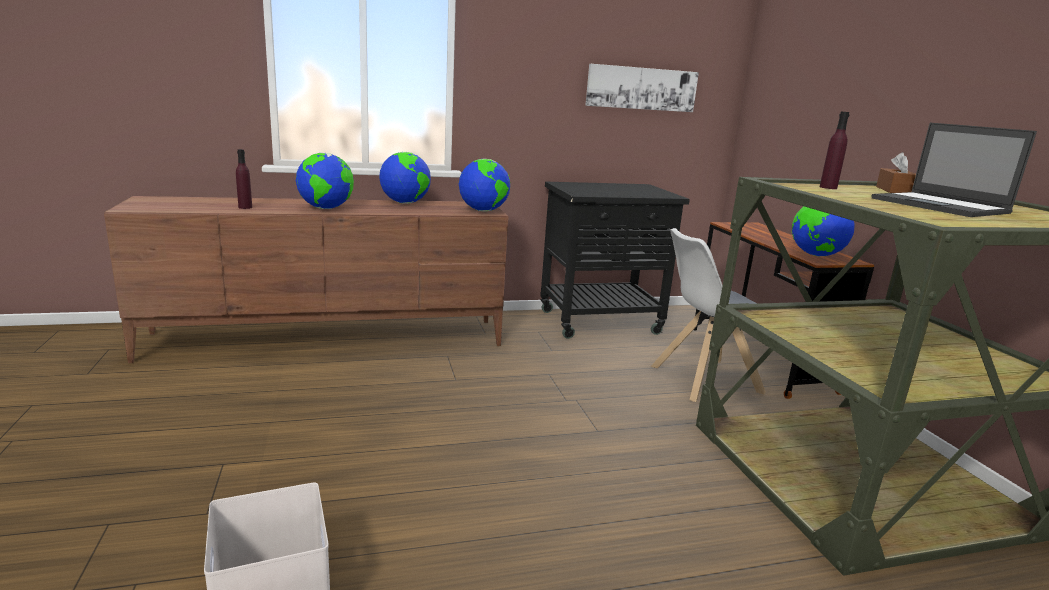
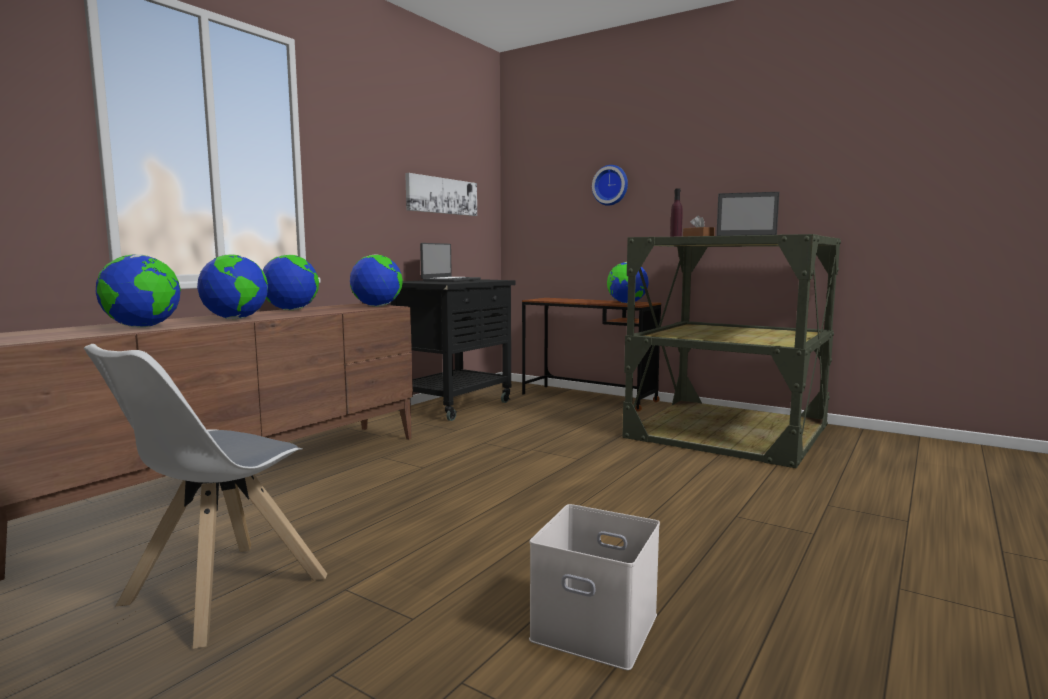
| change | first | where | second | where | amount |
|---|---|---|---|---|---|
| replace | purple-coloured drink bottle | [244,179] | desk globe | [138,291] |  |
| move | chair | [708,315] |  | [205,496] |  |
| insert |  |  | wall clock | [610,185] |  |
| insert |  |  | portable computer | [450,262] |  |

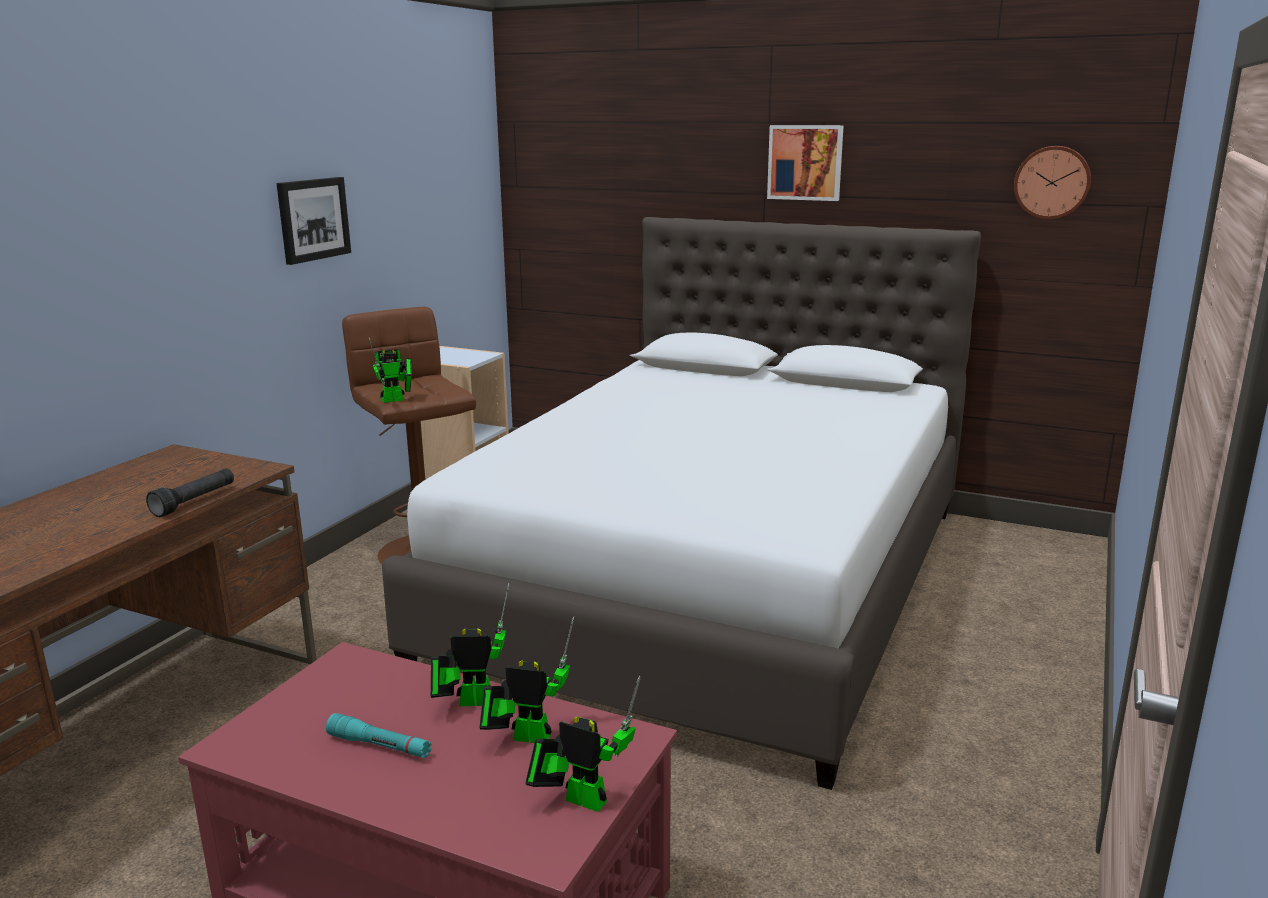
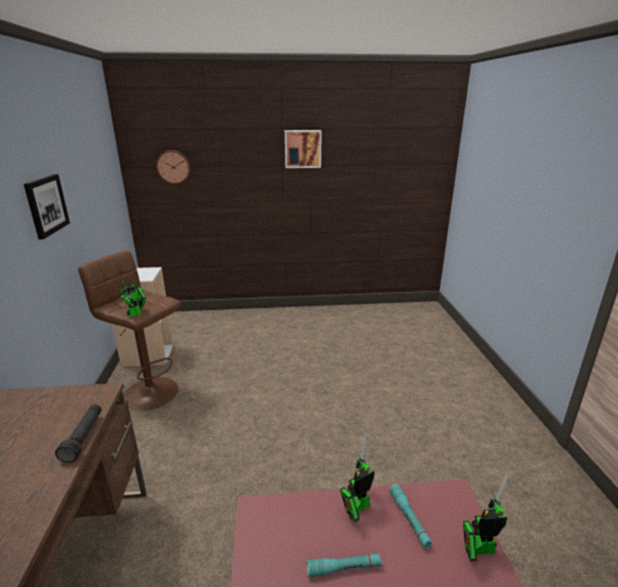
| change | first | where | second | where | amount |
|---|---|---|---|---|---|
| move | wall clock | [1052,183] |  | [173,167] |  |
| delete | white sleeping bed | [681,503] |  |  |  |
| replace | toy robot | [526,679] | turquoise-coloured torch | [411,516] |  |

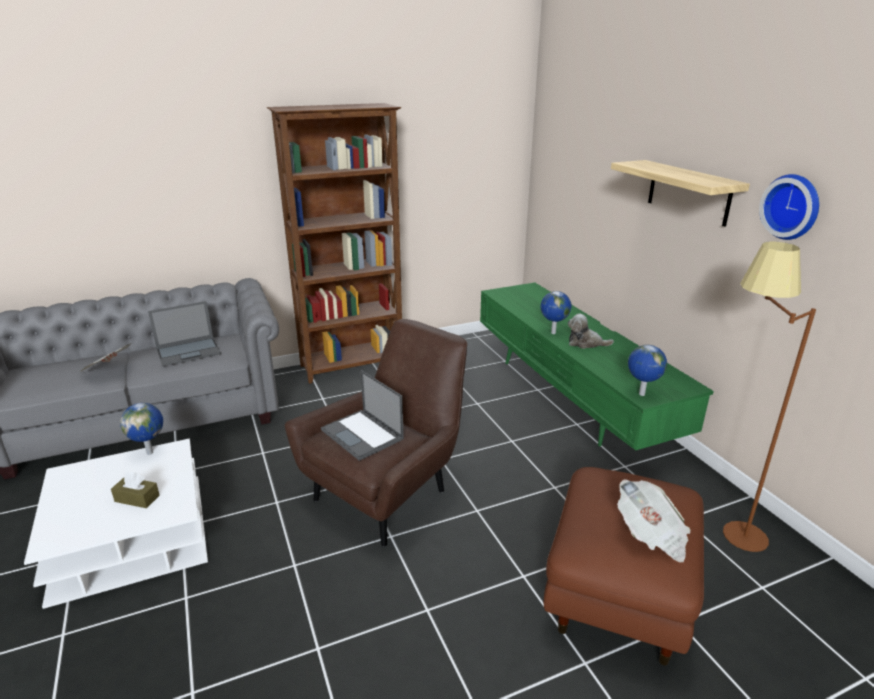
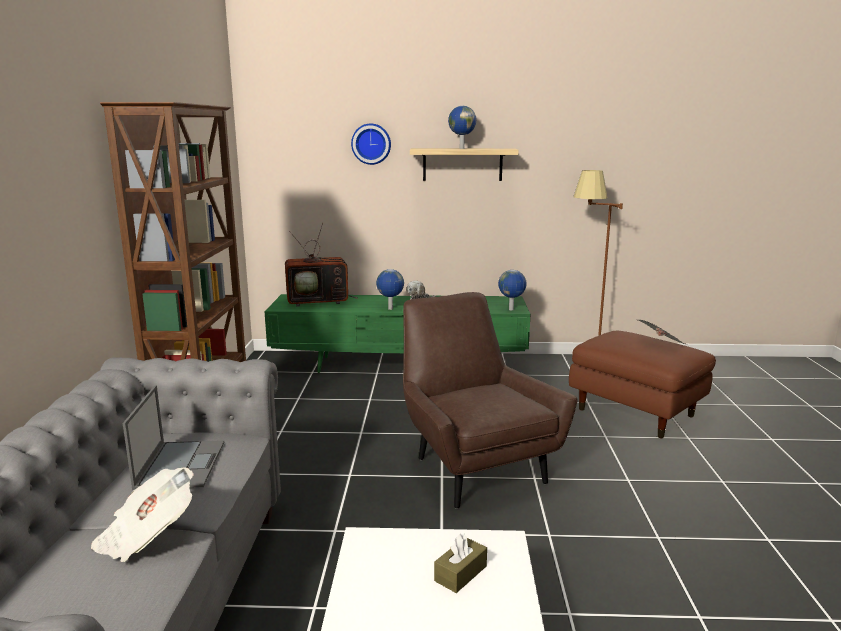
| change | first | where | second | where | amount |
|---|---|---|---|---|---|
| move | wall clock | [789,207] |  | [371,144] |  |
| delete | portable computer | [362,415] |  |  |  |
| move | desk globe | [141,429] |  | [462,127] |  |
| insert |  |  | TV | [321,265] |  |

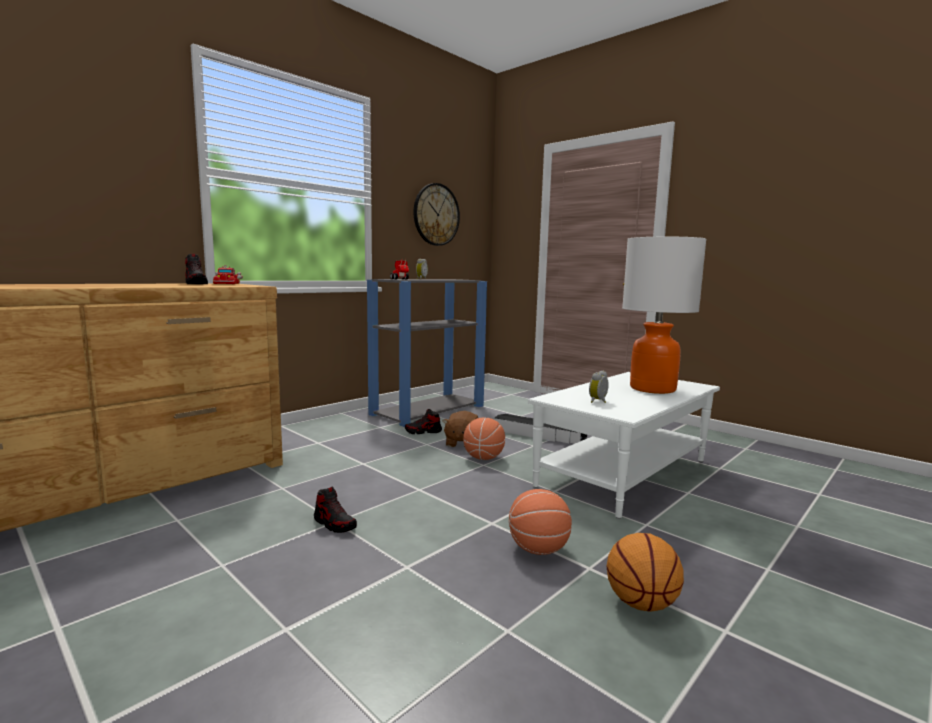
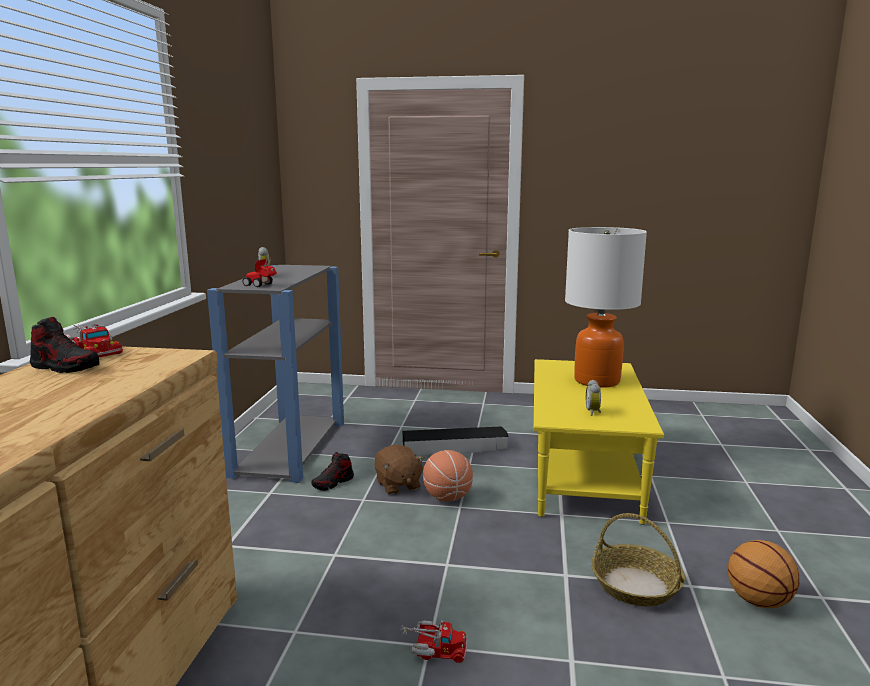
| change | first | where | second | where | amount |
|---|---|---|---|---|---|
| delete | wall clock | [437,214] |  |  |  |
| recolor | white coffee table | [624,445] | yellow-coloured coffee table | [599,442] |  |
| replace | low shoe | [335,509] | toy lorry | [433,641] |  |
| replace | ball for basketball | [540,522] | basket | [638,559] |  |

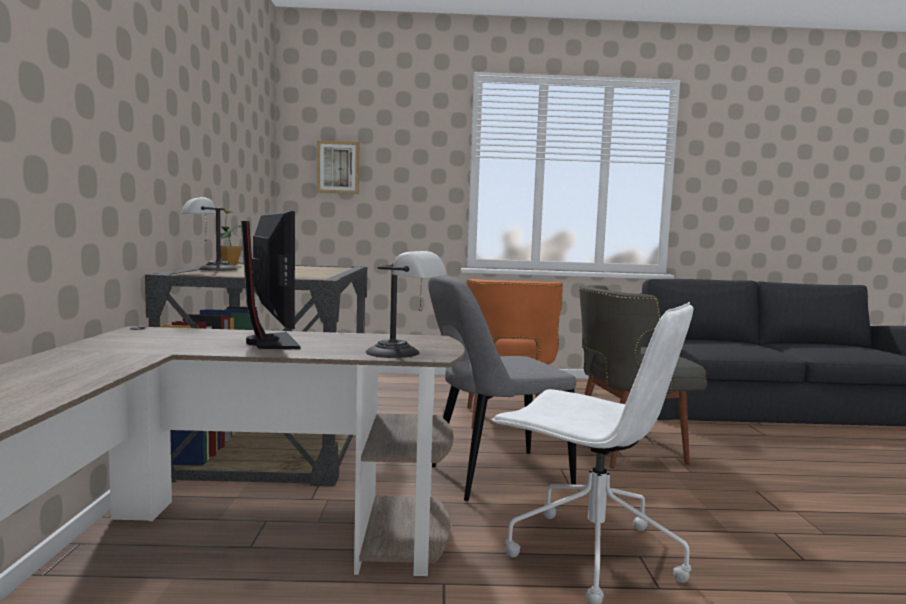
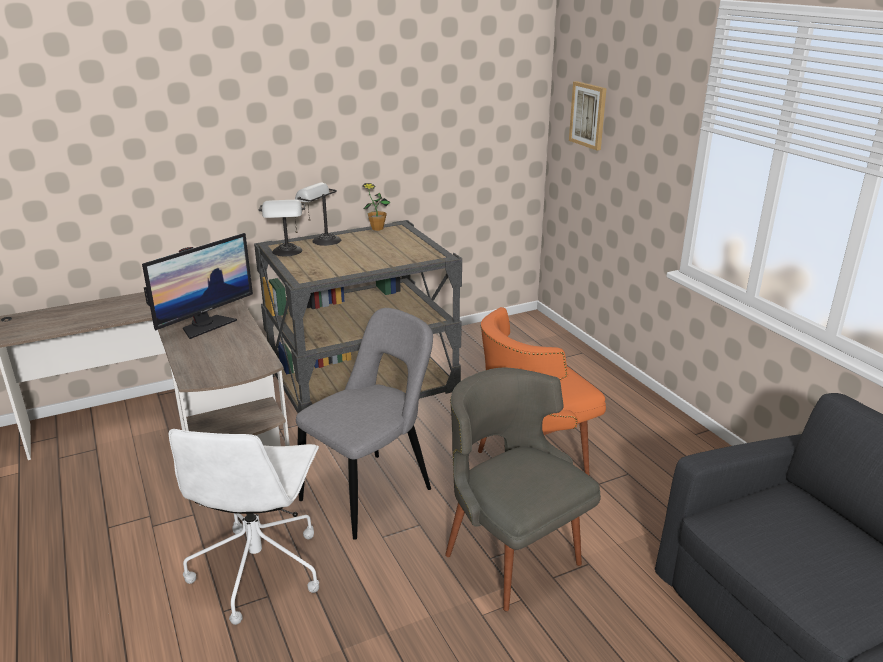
| change | first | where | second | where | amount |
|---|---|---|---|---|---|
| move | lamp for a table | [406,304] |  | [282,228] |  |
| rotate | greyish chair | [502,388] |  | [364,424] | 90 degrees clockwise |

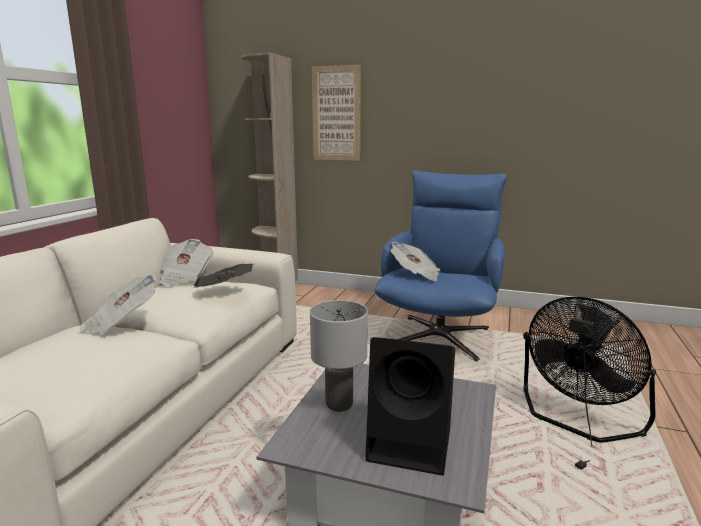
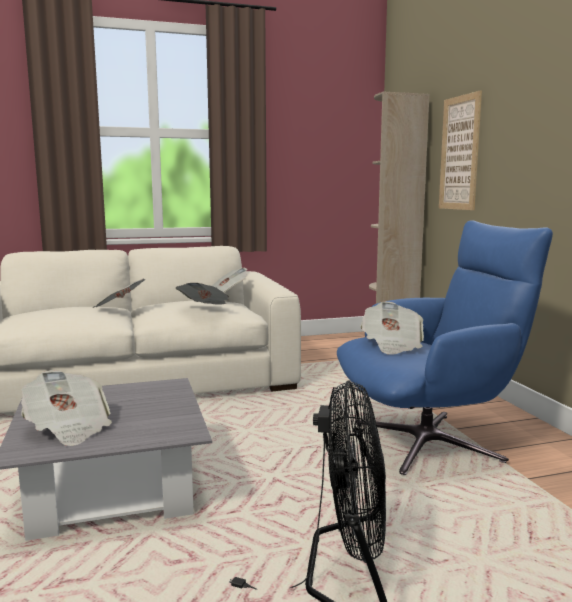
| change | first | where | second | where | amount |
|---|---|---|---|---|---|
| delete | white lamp for a table | [339,356] |  |  |  |
| replace | black loudspeaker | [410,406] | daily paper | [66,408] |  |

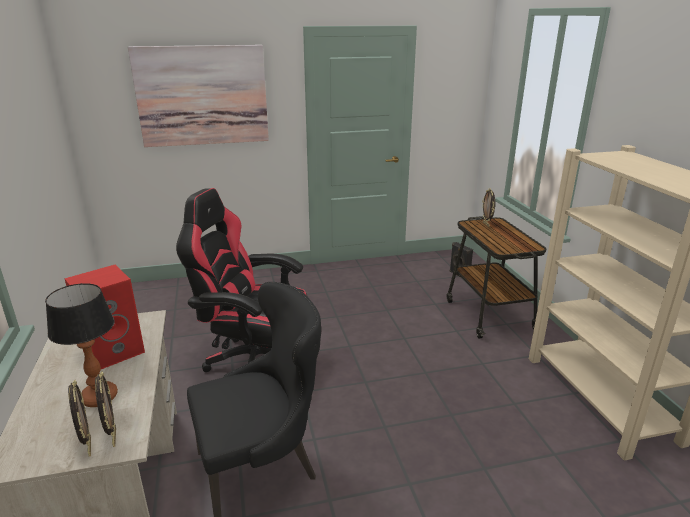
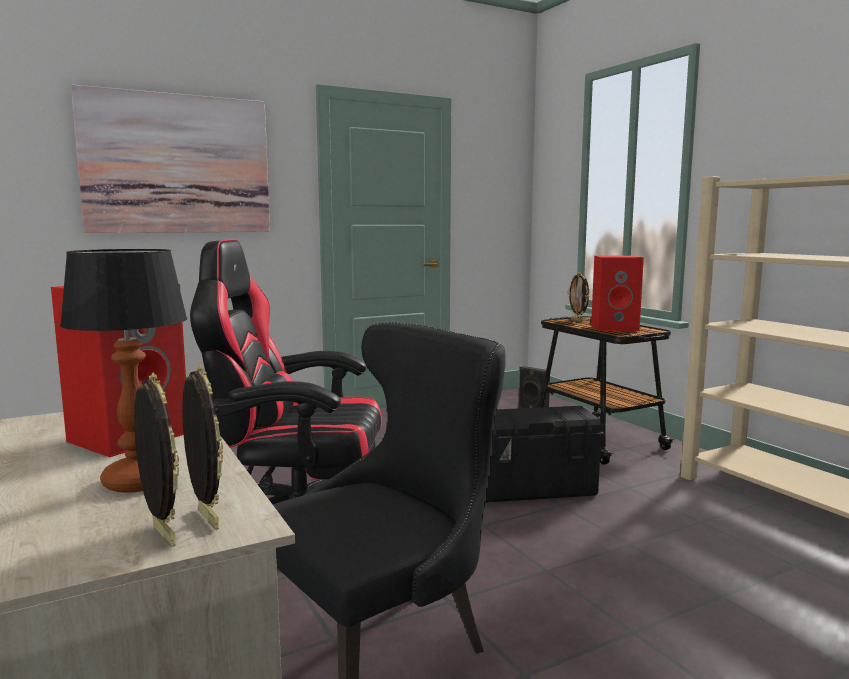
| change | first | where | second | where | amount |
|---|---|---|---|---|---|
| insert |  |  | red loudspeaker | [617,293] |  |
| insert |  |  | black storage box | [544,454] |  |

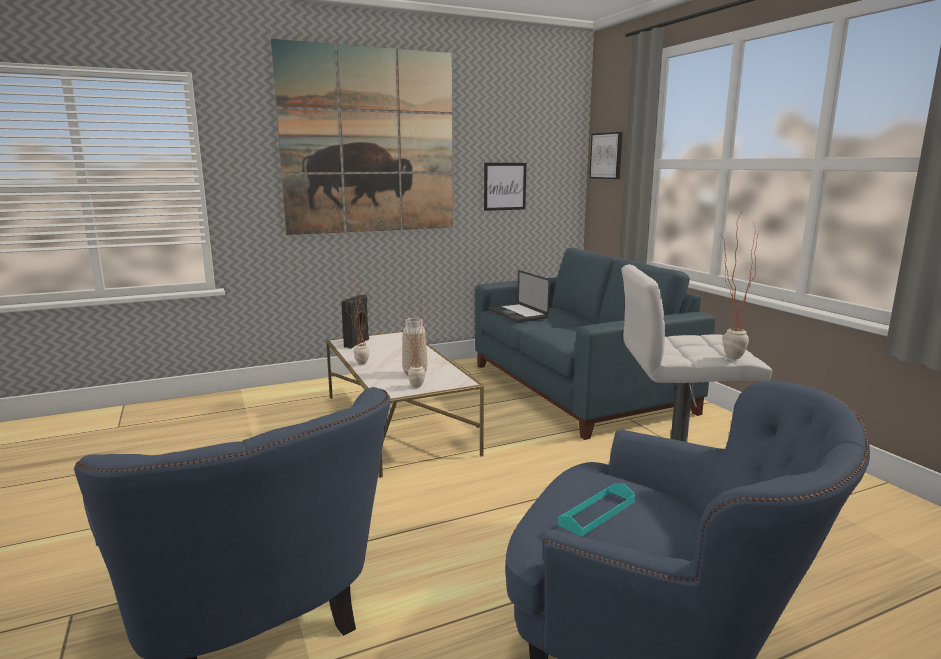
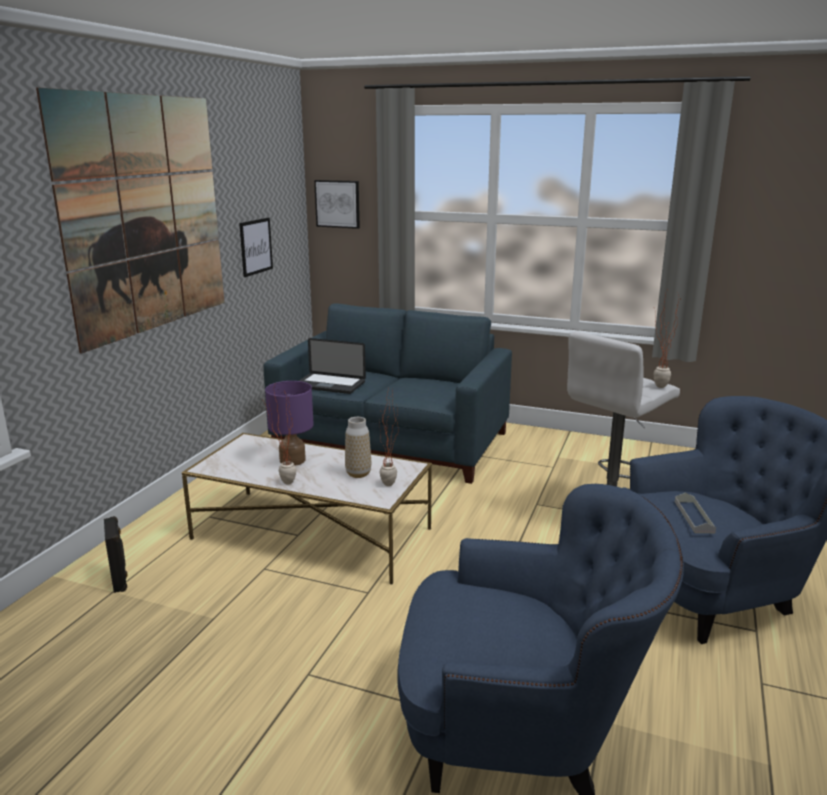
| change | first | where | second | where | amount |
|---|---|---|---|---|---|
| move | black loudspeaker | [355,322] |  | [115,554] |  |
| recolor | turquoise-coloured carrying tray | [596,510] | greyish carrying tray | [695,512] |  |
| insert |  |  | purple-coloured lamp for a table | [289,423] |  |

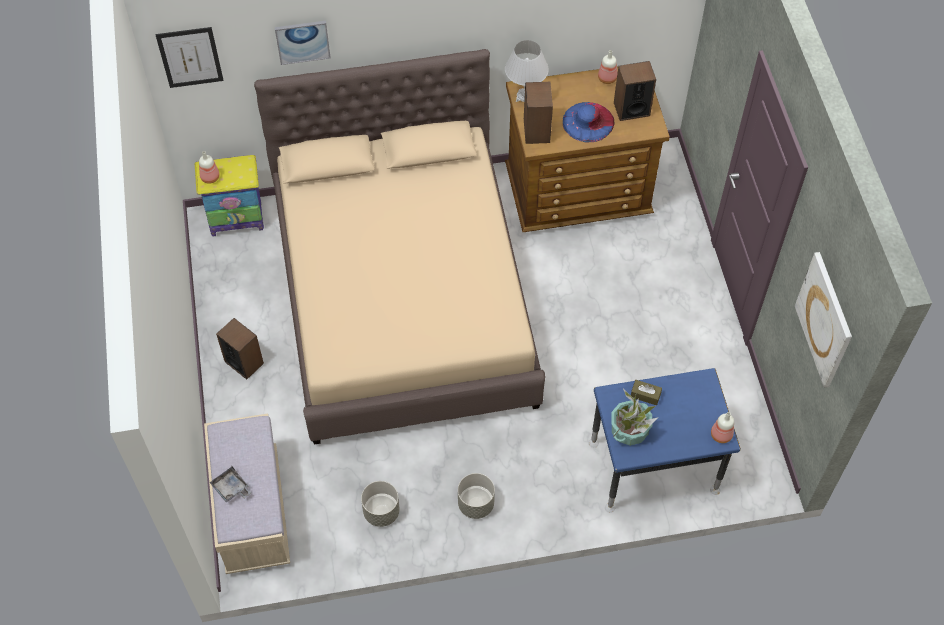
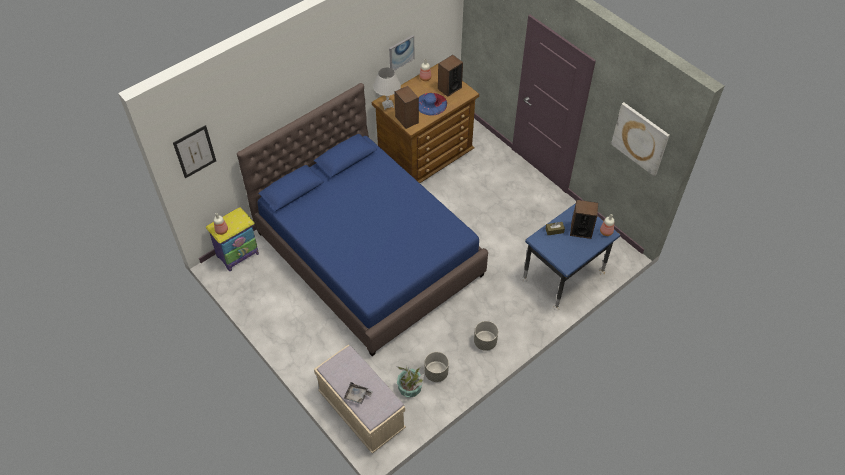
| change | first | where | second | where | amount |
|---|---|---|---|---|---|
| move | wall art | [303,43] |  | [401,53] |  |
| recolor | sand-coloured sleeping bed | [400,247] | blue-coloured sleeping bed | [362,219] |  |
| move | loudspeaker | [240,349] |  | [584,219] |  |
| move | plant in a pot | [634,417] |  | [411,382] |  |

